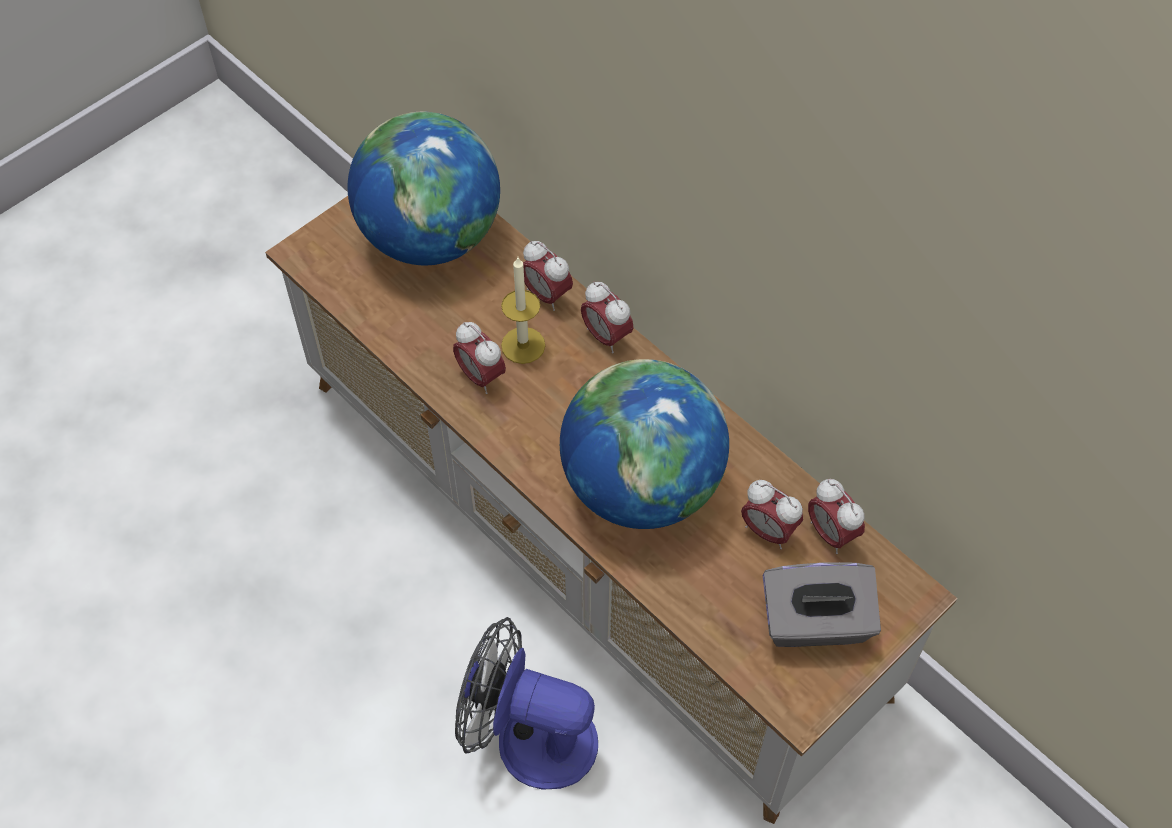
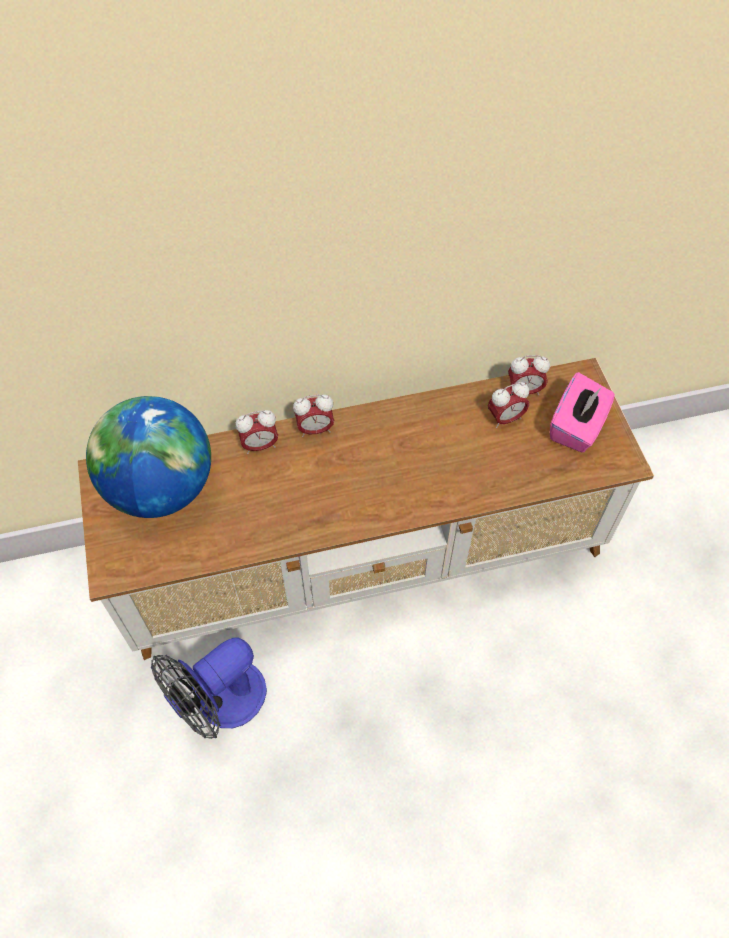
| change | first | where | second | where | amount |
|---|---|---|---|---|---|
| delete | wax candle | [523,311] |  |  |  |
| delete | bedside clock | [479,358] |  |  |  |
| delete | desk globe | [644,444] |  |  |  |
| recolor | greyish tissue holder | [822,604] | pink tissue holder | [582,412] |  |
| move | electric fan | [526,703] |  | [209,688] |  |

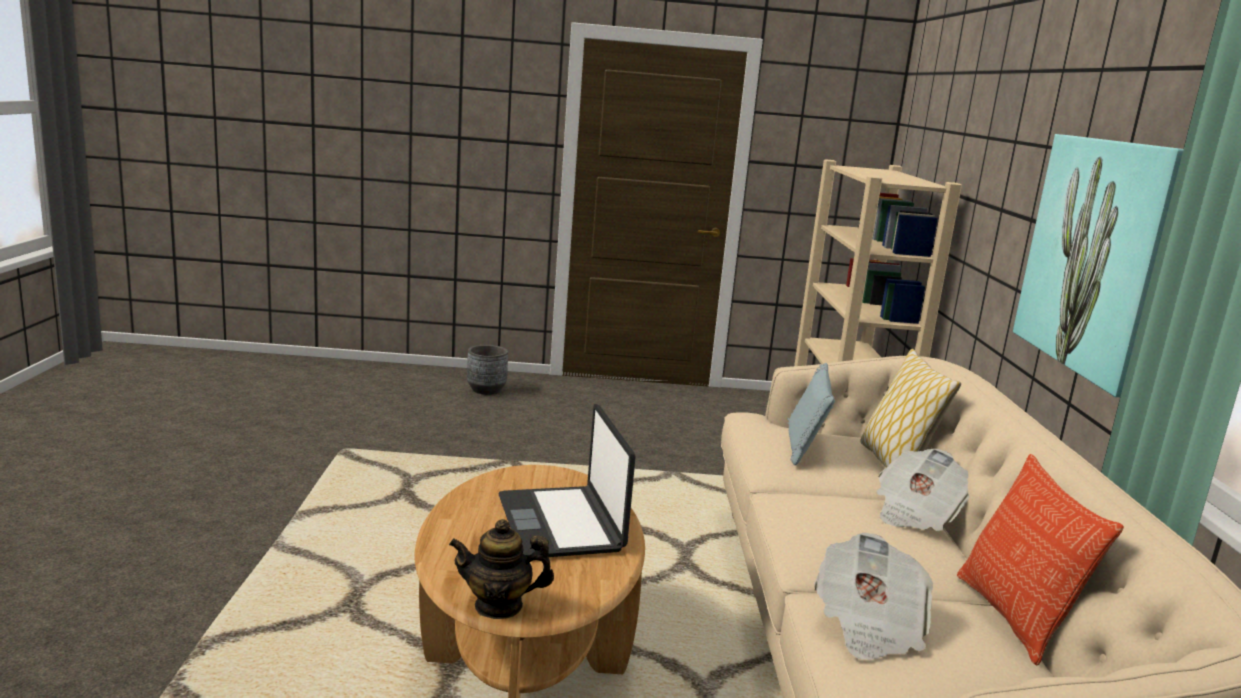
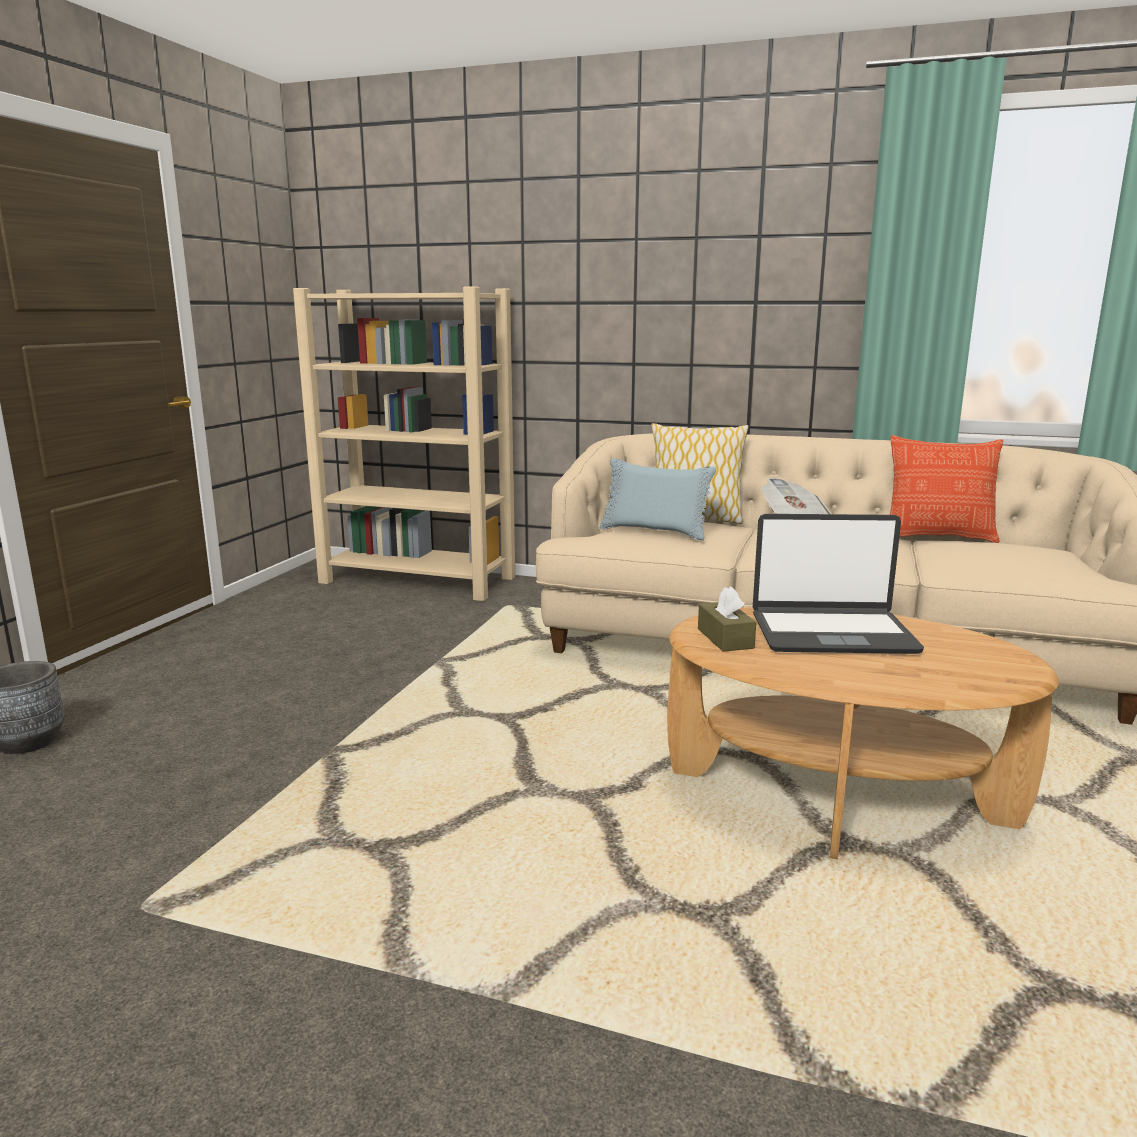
| change | first | where | second | where | amount |
|---|---|---|---|---|---|
| delete | wall art | [1098,265] |  |  |  |
| delete | teapot | [501,569] |  |  |  |
| delete | daily paper | [873,596] |  |  |  |
| insert |  |  | brown tissue holder | [727,619] |  |

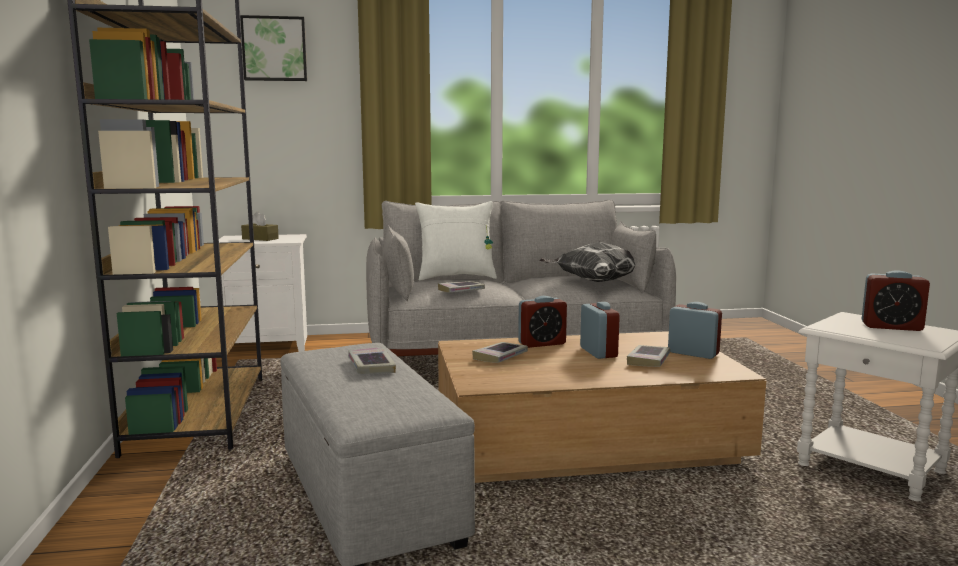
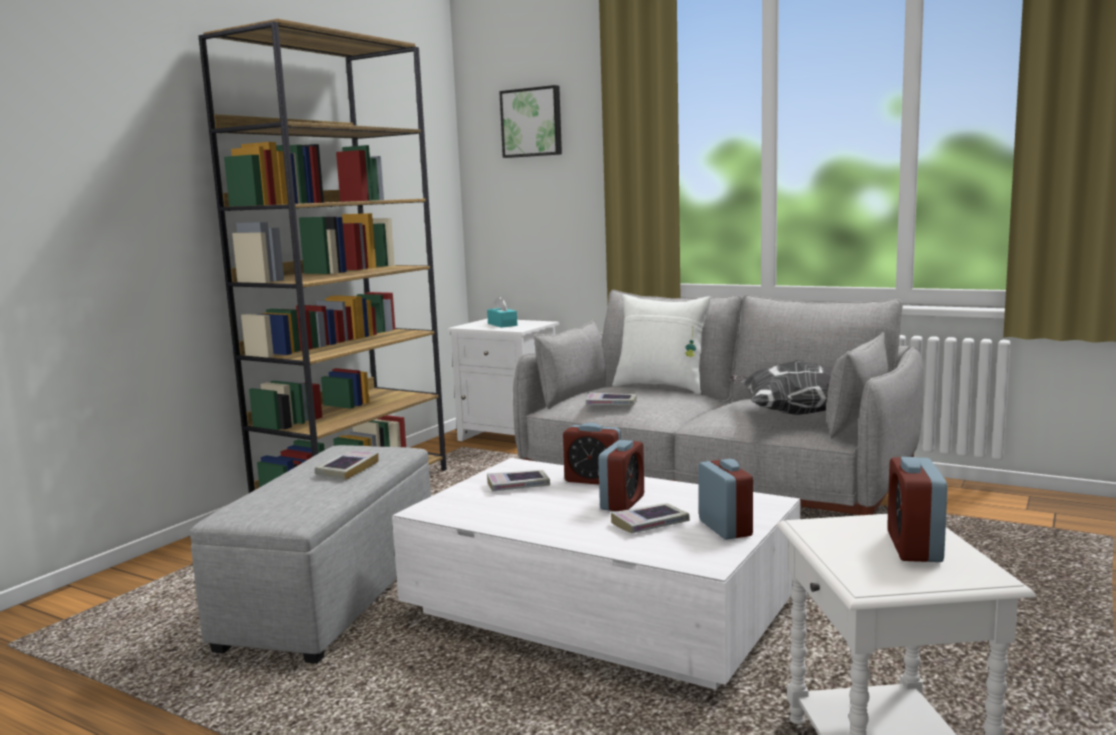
| change | first | where | second | where | amount |
|---|---|---|---|---|---|
| recolor | brown tissue holder | [260,226] | turquoise-coloured tissue holder | [502,312] |  |
| rotate | bedside clock | [896,300] |  | [917,509] | 45 degrees clockwise |
| recolor | brown coffee table | [602,407] | white coffee table | [596,574] |  |

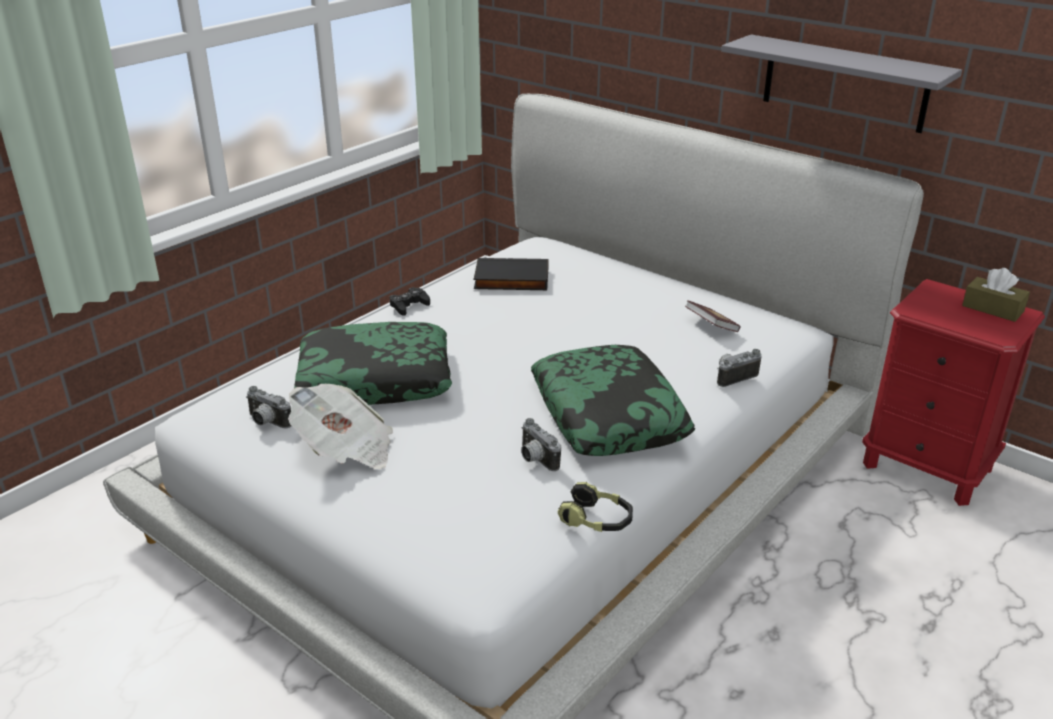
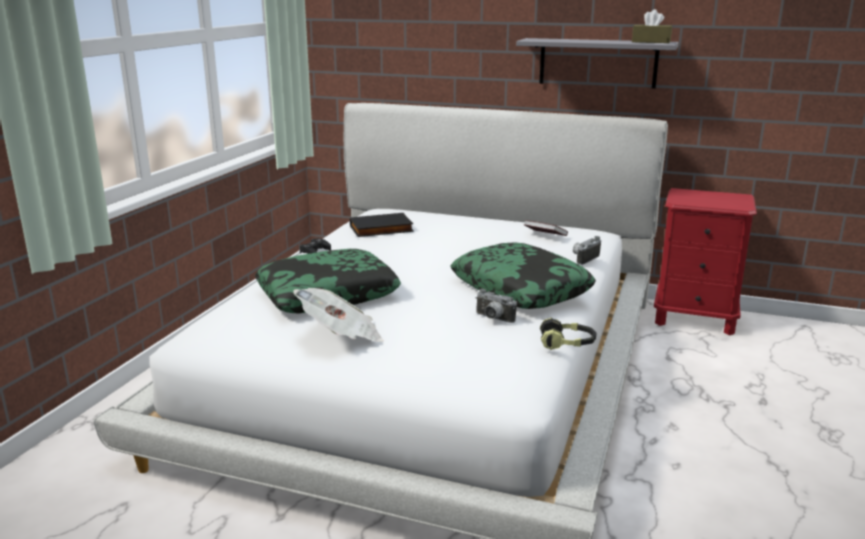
| change | first | where | second | where | amount |
|---|---|---|---|---|---|
| move | brown tissue holder | [996,295] |  | [652,26] |  |
| delete | photo camera | [268,407] |  |  |  |

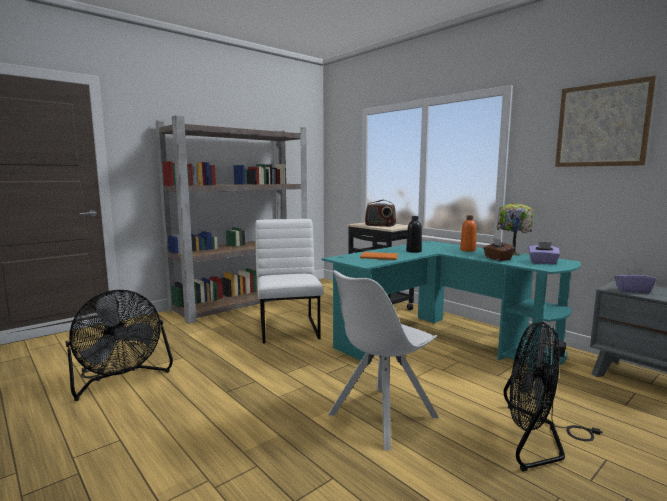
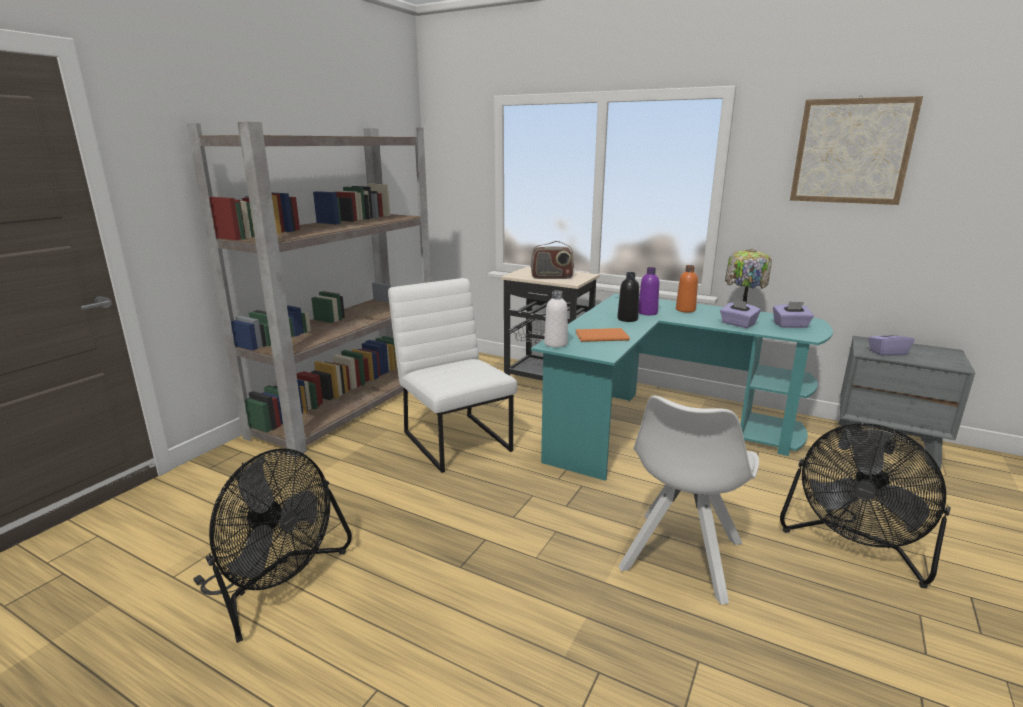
| change | first | where | second | where | amount |
|---|---|---|---|---|---|
| recolor | brown tissue holder | [498,249] | purple-coloured tissue holder | [740,313] |  |
| rotate | black electric fan | [553,396] |  | [865,506] | 45 degrees counterclockwise |
| insert |  |  | purple-coloured drink bottle | [648,291] |  |
| insert |  |  | white drink bottle | [556,318] |  |

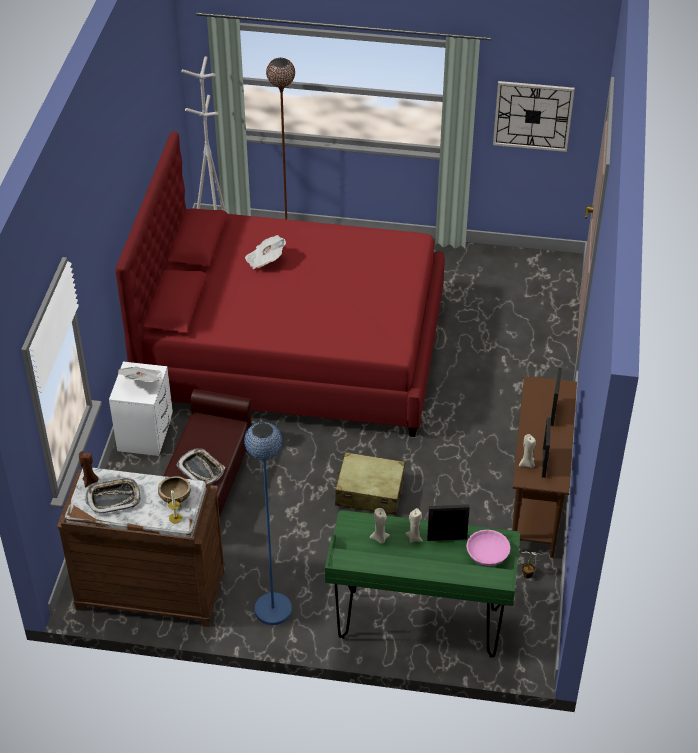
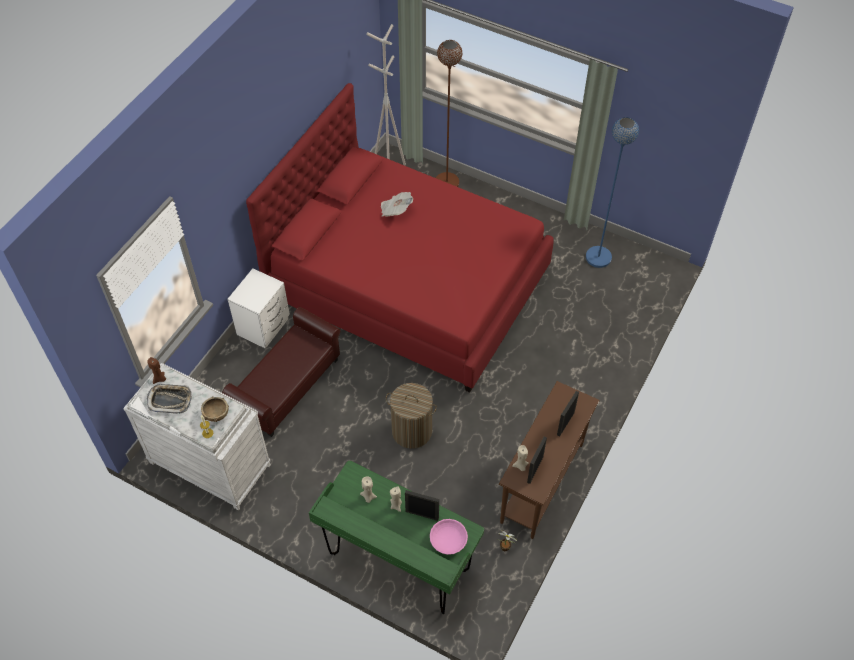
| change | first | where | second | where | amount |
|---|---|---|---|---|---|
| delete | wall clock | [534,116] |  |  |  |
| delete | daily paper | [139,374] |  |  |  |
| move | blue-coloured standing lamp | [268,523] |  | [612,192] |  |
| delete | carrying tray | [200,466] |  |  |  |
| replace | sand-coloured suitcase | [370,483] | hamper | [411,416] |  |
| recolor | brown dresser | [141,547] | white dresser | [197,436] |  |

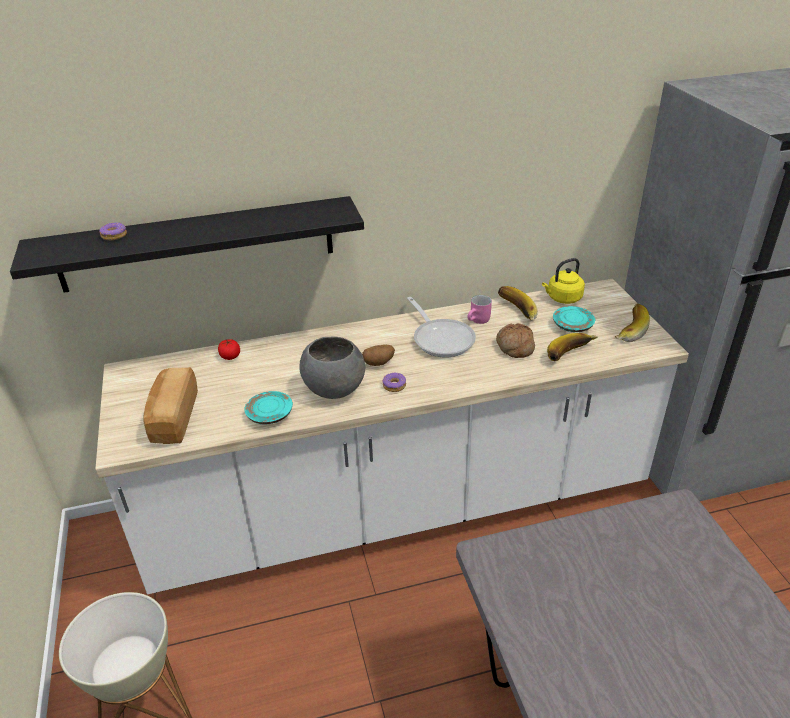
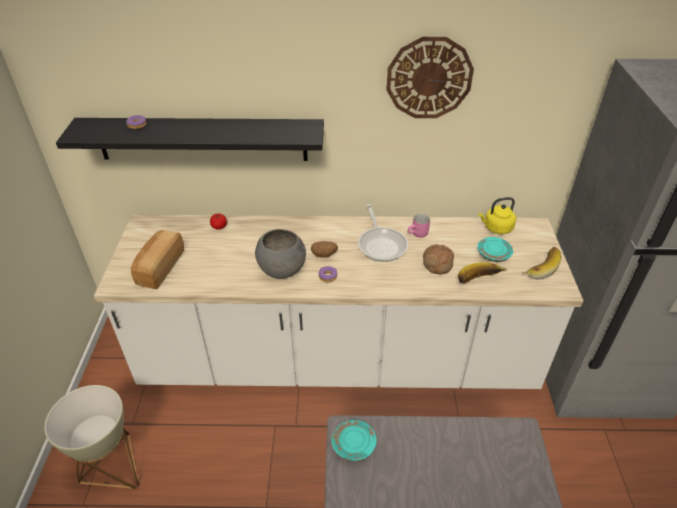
| change | first | where | second | where | amount |
|---|---|---|---|---|---|
| delete | whole banana | [518,303] |  |  |  |
| move | turquoise-coloured flat dish | [268,407] |  | [354,440] |  |
| insert |  |  | wall clock | [430,77] |  |

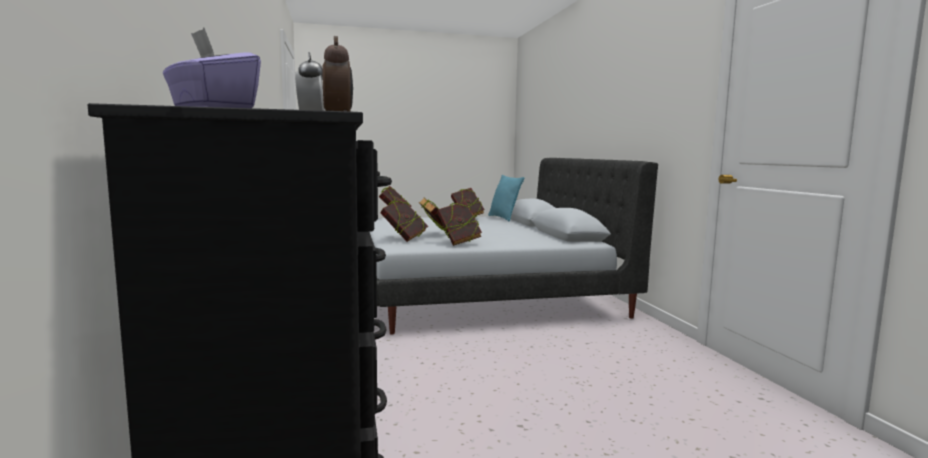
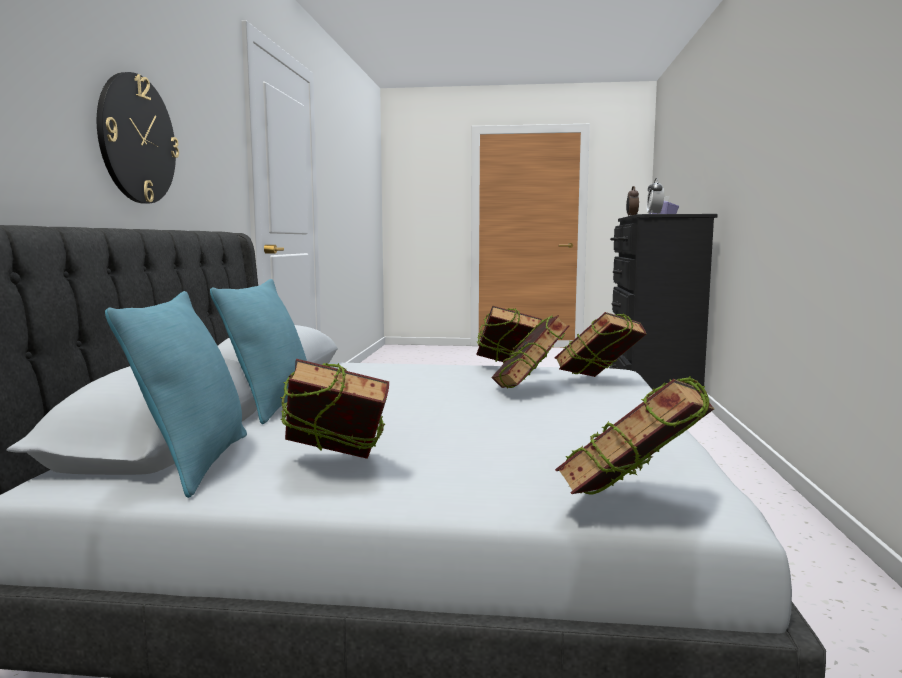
| change | first | where | second | where | amount |
|---|---|---|---|---|---|
| insert |  |  | wall clock | [138,138] |  |
| insert |  |  | turquoise-coloured cushion | [258,351] |  |

